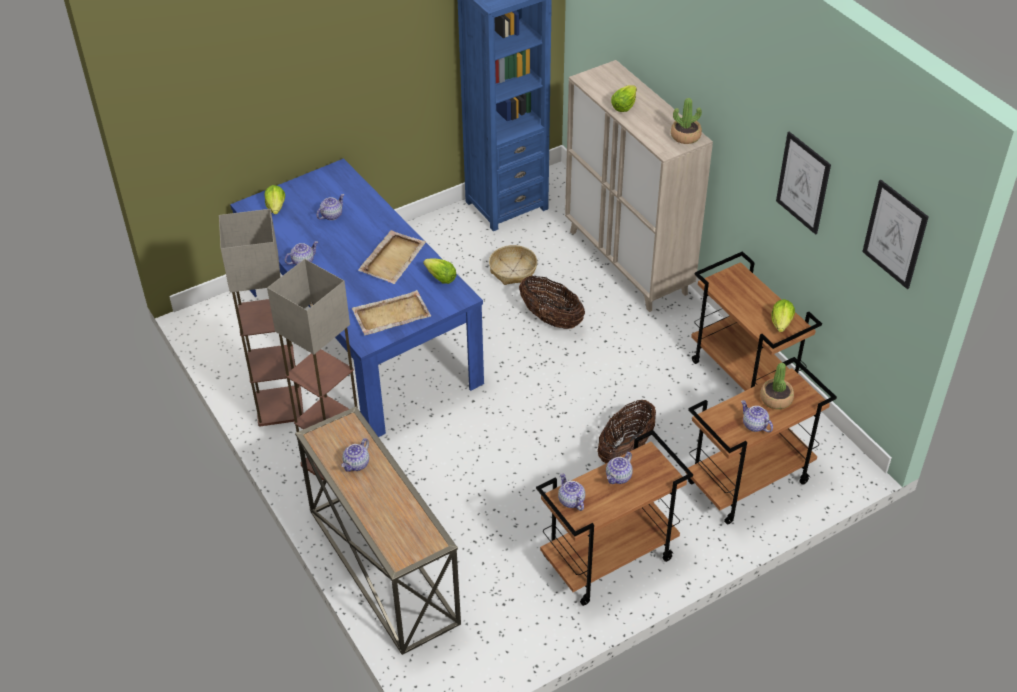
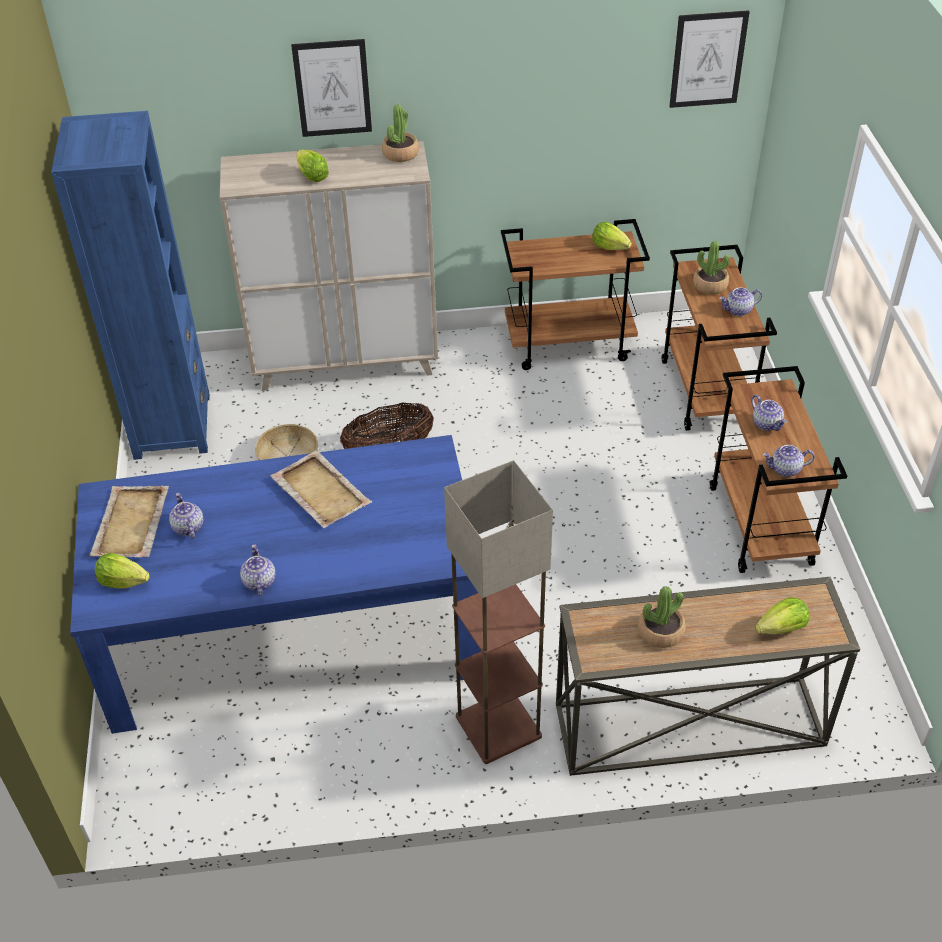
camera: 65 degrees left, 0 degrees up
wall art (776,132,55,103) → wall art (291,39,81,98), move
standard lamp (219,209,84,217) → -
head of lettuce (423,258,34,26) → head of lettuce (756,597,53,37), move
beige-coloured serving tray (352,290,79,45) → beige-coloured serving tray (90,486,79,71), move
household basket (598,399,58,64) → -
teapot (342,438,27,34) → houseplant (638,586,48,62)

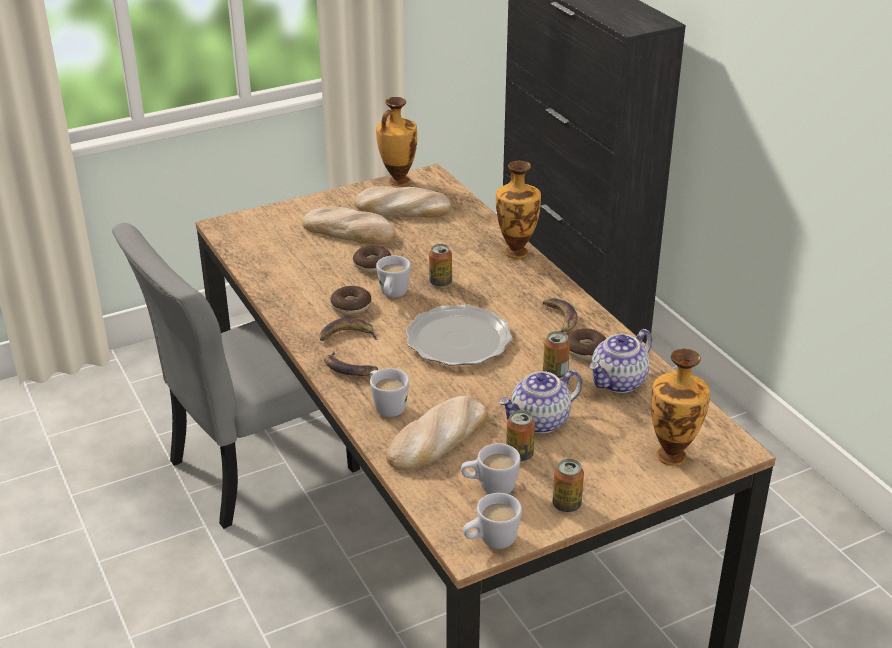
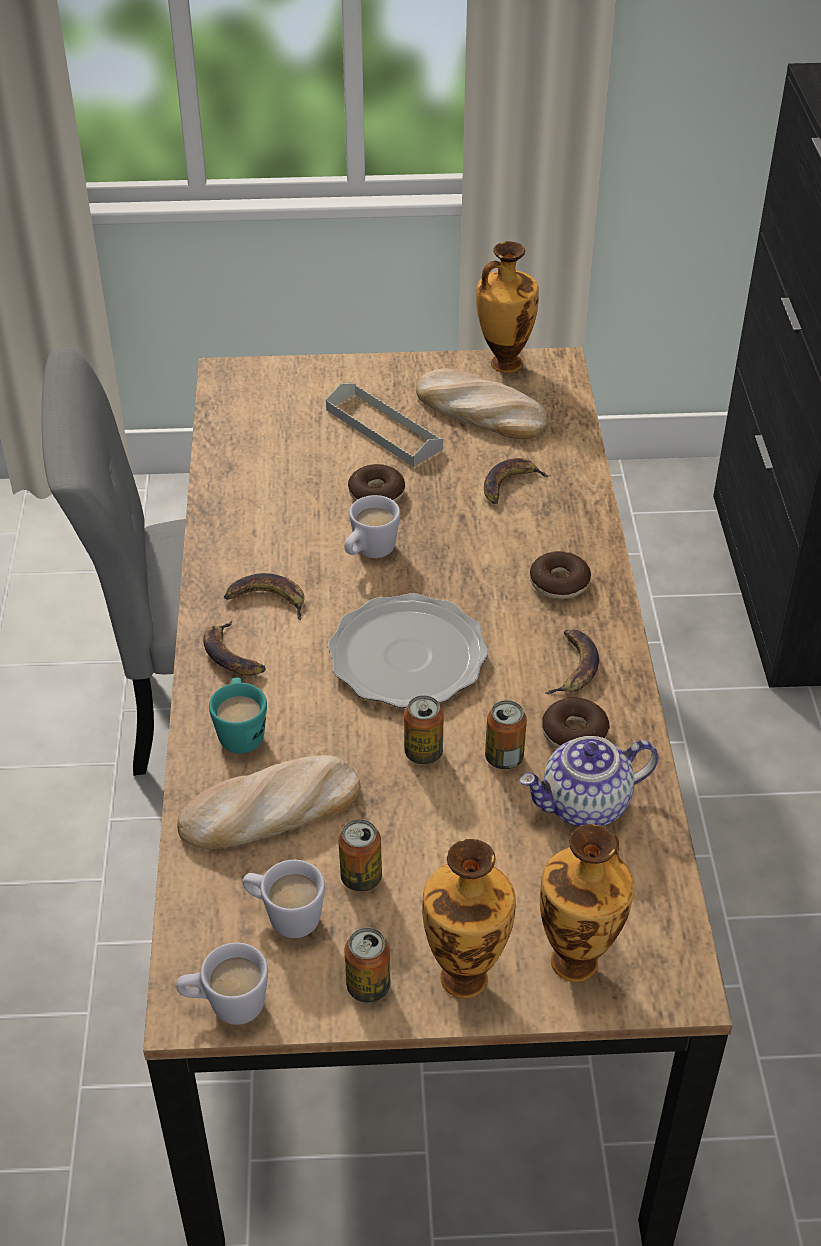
camera: 25 degrees right, 10 degrees up
decorative vase (496,161,45,98) → decorative vase (422,839,94,160), move
bread (302,206,94,39) → gray serving tray (326,383,117,84)
sealed can (429,244,23,43) → sealed can (404,695,40,69), move
ring doughnut (330,286,41,29) → ring doughnut (530,551,61,48), move
whitish tea mug (370,368,39,49) → blue-green tea mug (209,677,58,77)
teapot (499,370,84,64) → -
- → whole banana (484,458,67,46)

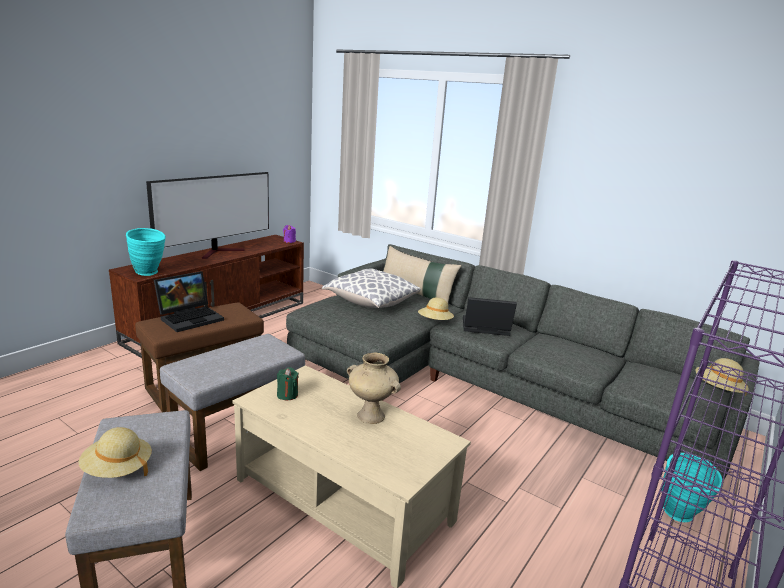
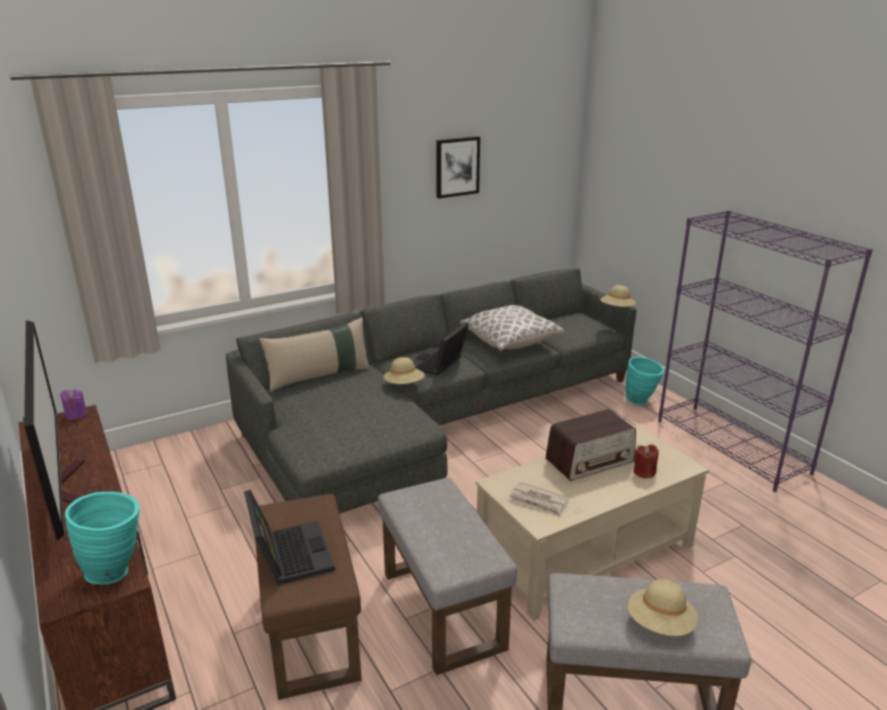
camera: 65 degrees left, 5 degrees up
cushion (322,268,99,40) → cushion (460,305,104,46), move
beige-coloured decorative vase (347,352,54,72) → radio (546,409,90,72)
green-coloured candle (277,367,22,33) → daily paper (509,482,60,35)
- → wall art (436,136,44,63)
- → red candle (634,444,25,35)

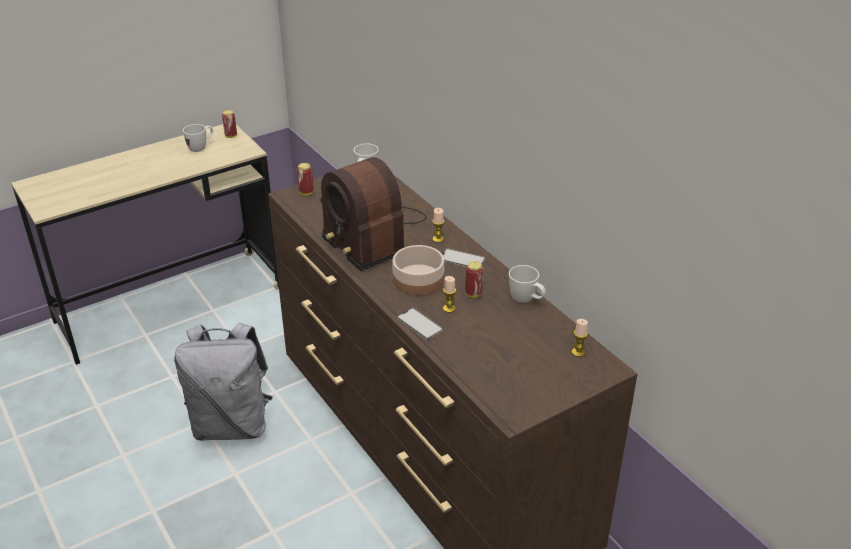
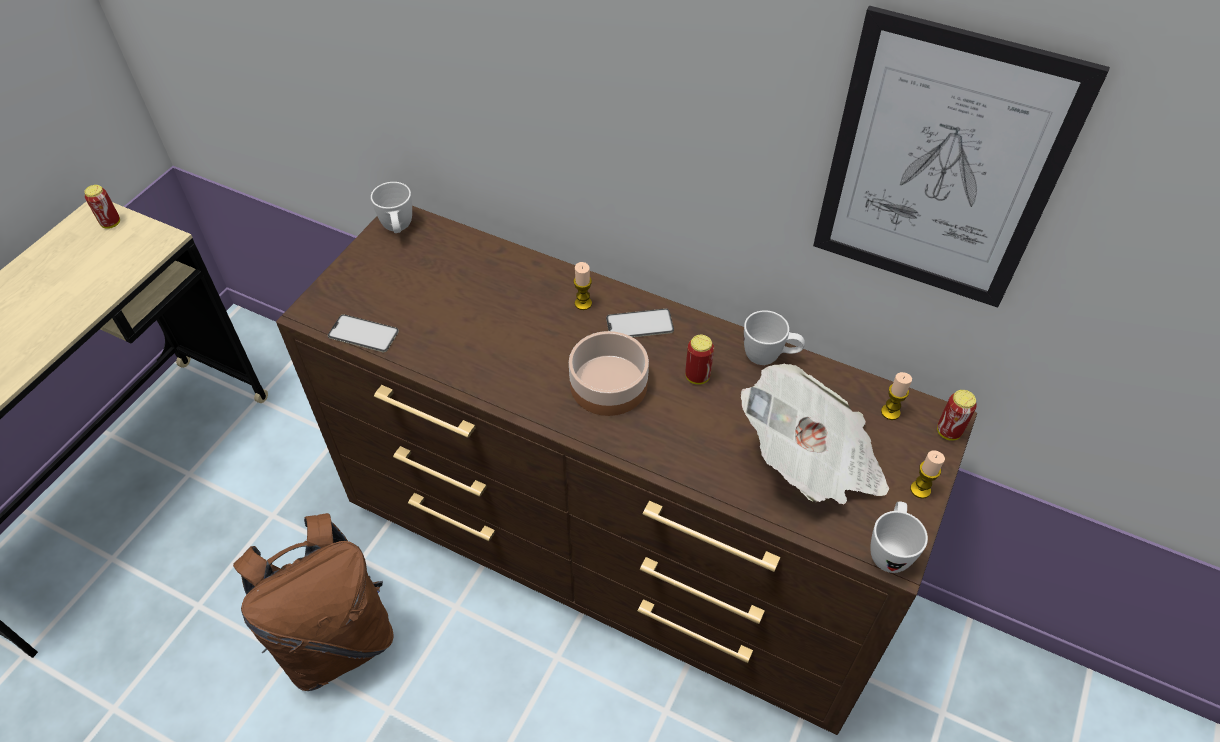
camera: 30 degrees left, 15 degrees up
whitish tea mug (183,124,30,28) → whitish tea mug (870,501,58,72), move
radio (320,157,106,114) → -
sealed can (297,163,17,32) → sealed can (937,390,40,51), move
candle (443,276,13,37) → candle (910,450,35,49), move
telephone (397,308,46,32) → telephone (328,314,71,38), move
gray knapsack (174,322,99,119) → brown-coloured knapsack (233,513,161,178)
- → wall art (813,6,297,302)
- → daily paper (741,364,148,141)

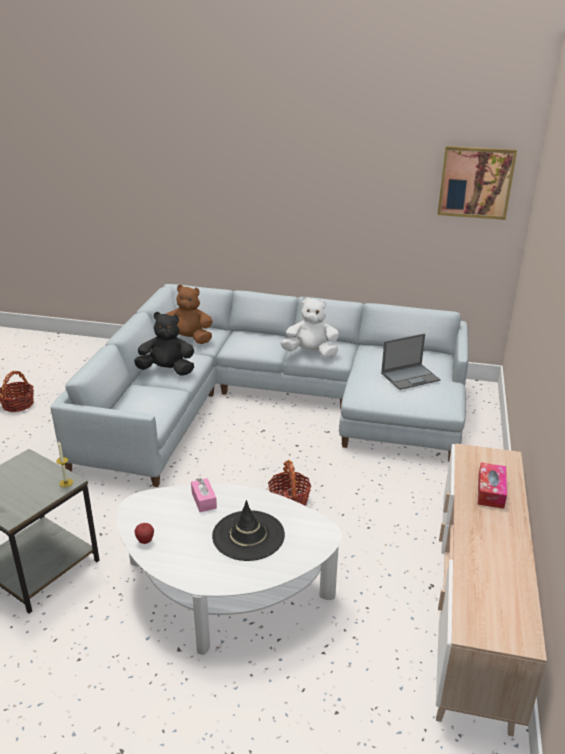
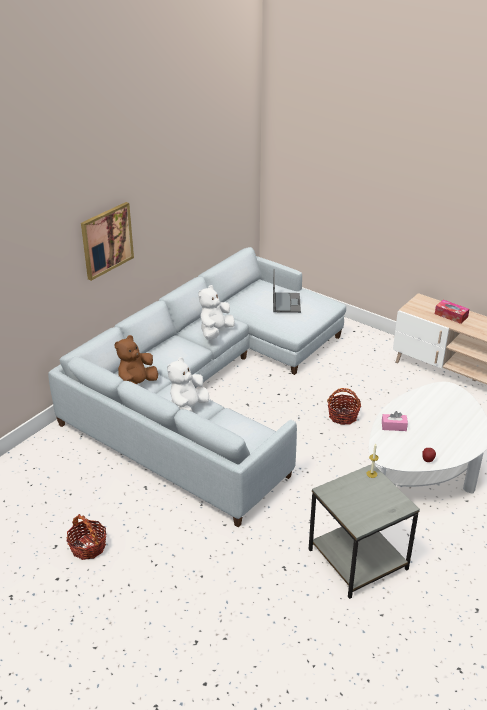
camera: 65 degrees left, 5 degrees up
wall art (437,146,80,74) → wall art (81,202,53,79), move
blackish cuddly toy (134,312,60,64) → whitish cuddly toy (167,357,42,55)
blackish wearable hat (212,500,73,61) → -

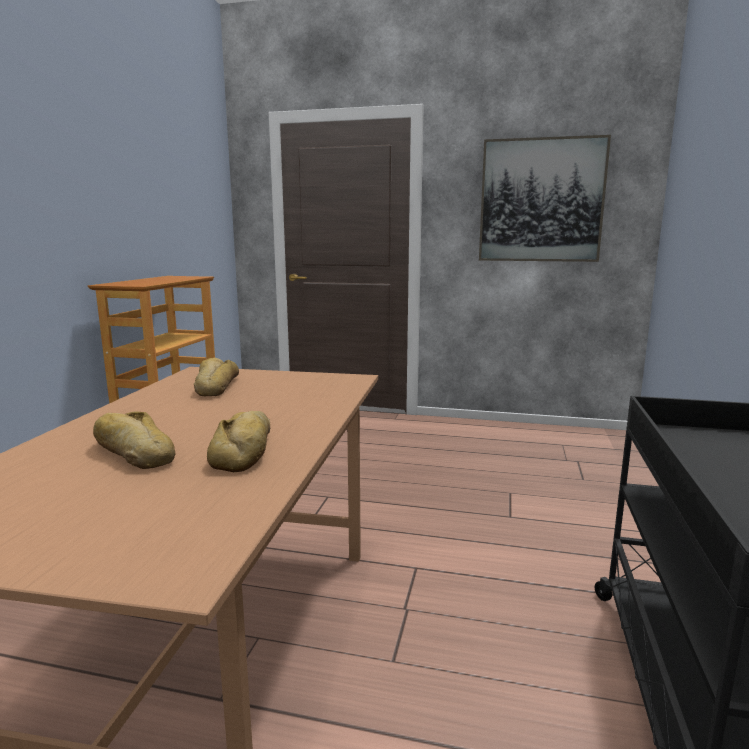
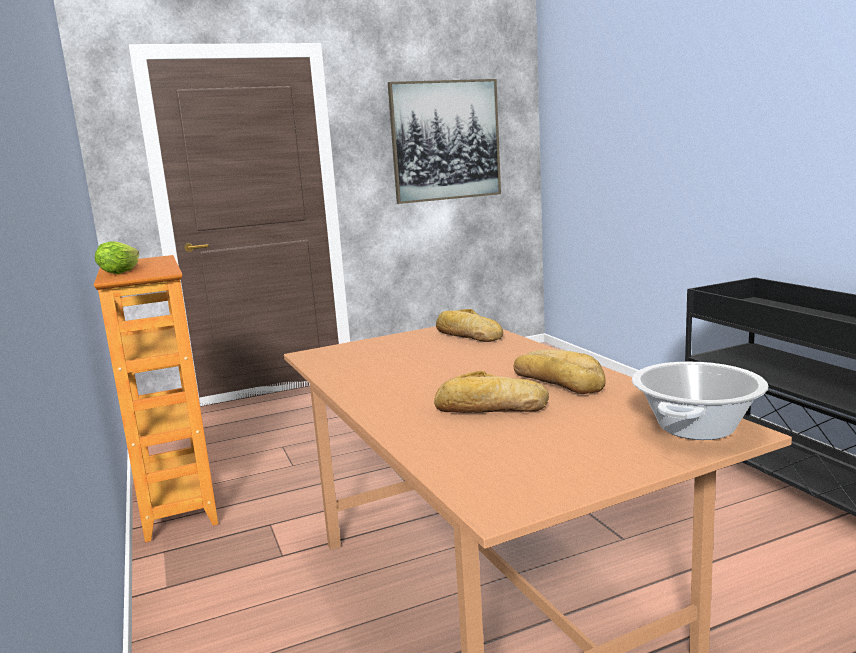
camera: 35 degrees left, 0 degrees up
bread (194,358,45,38) → bread (436,309,67,33), move
- → head of lettuce (95,241,44,33)
- → saucepot (632,362,137,78)

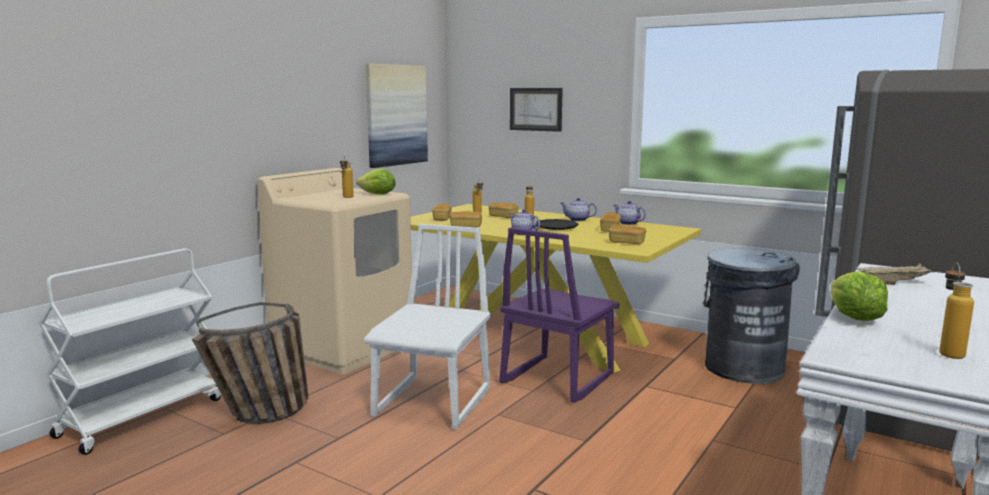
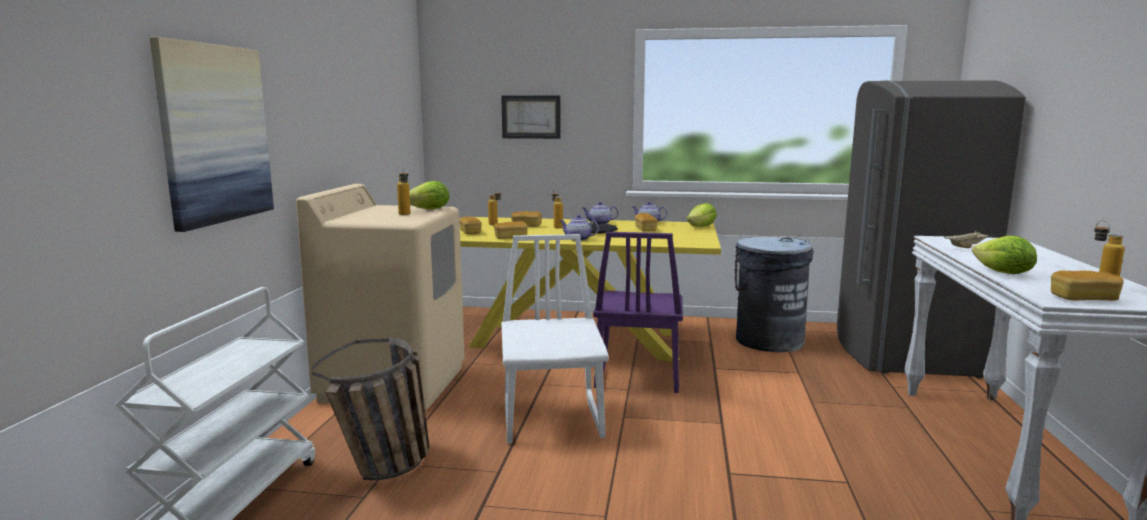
camera: 25 degrees left, 0 degrees up
wall art (366,63,62,105) → wall art (150,37,124,195), move
bread (609,224,37,20) → bread (1051,270,73,31), move
- → head of lettuce (686,203,31,24)

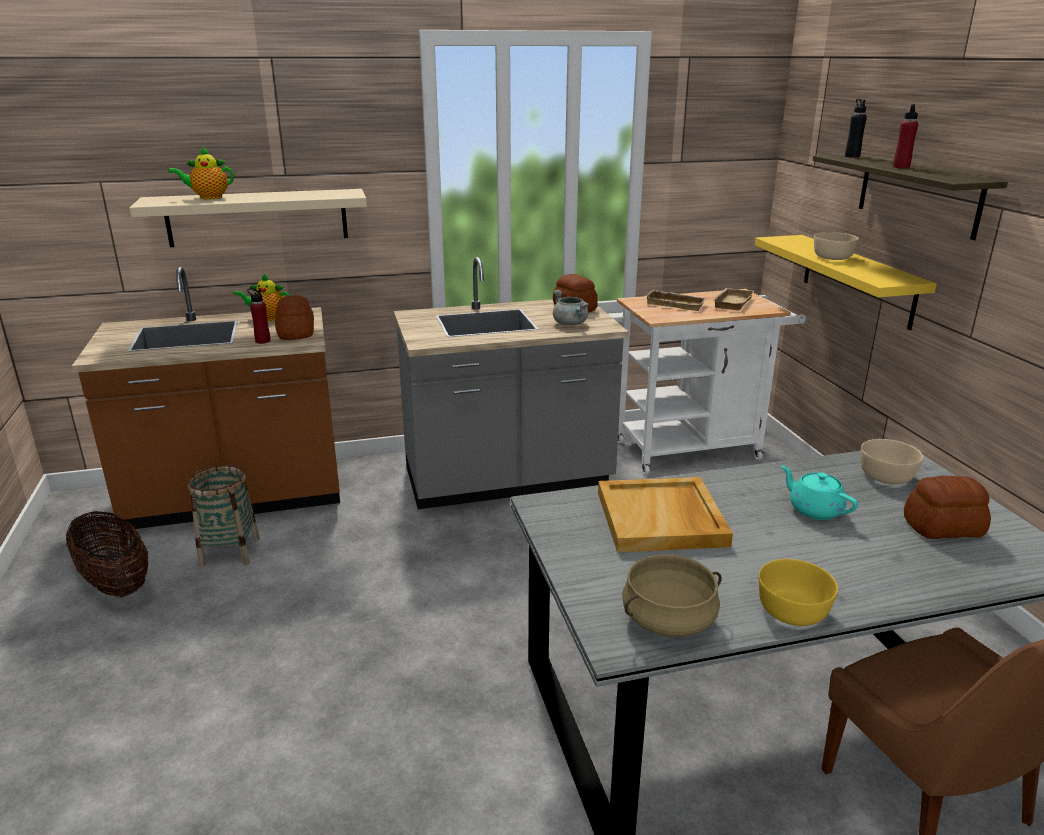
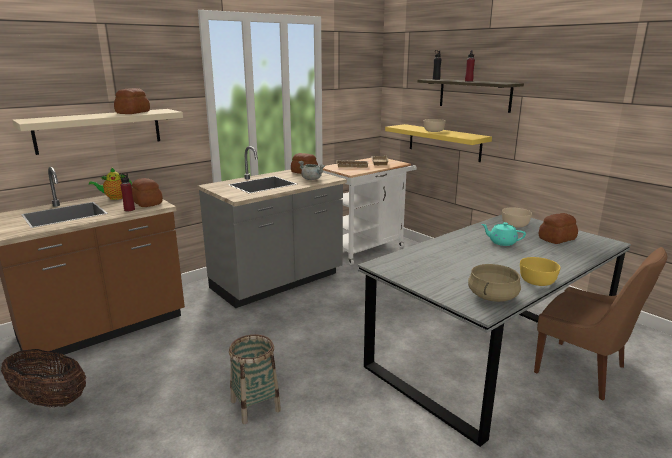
camera: 25 degrees left, 5 degrees down
teapot (168,147,66,52) → -
household basket (188,464,72,103) → household basket (229,334,52,90), move
beige-coloured serving tray (598,477,135,75) → -
- → bread (114,88,36,26)

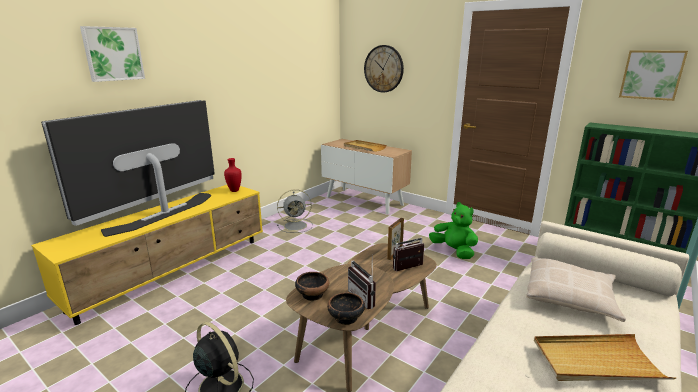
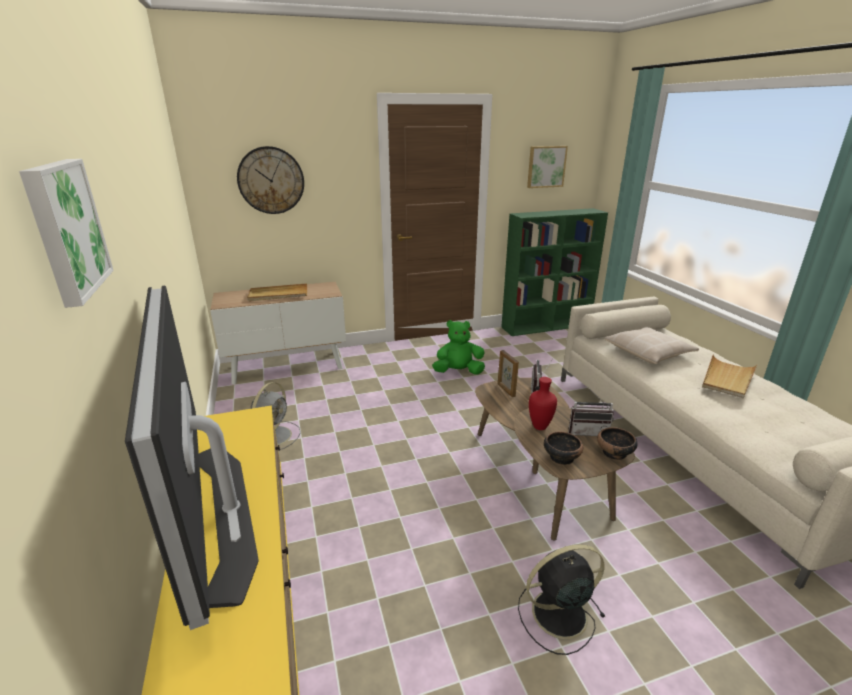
camera: 55 degrees left, 5 degrees up
red decorative vase (224,158,18,34) → red decorative vase (529,377,28,53), move

